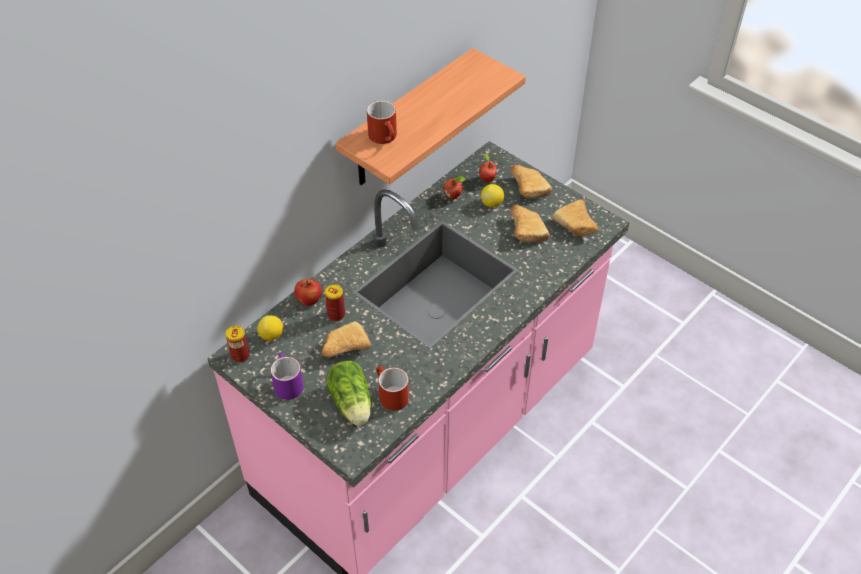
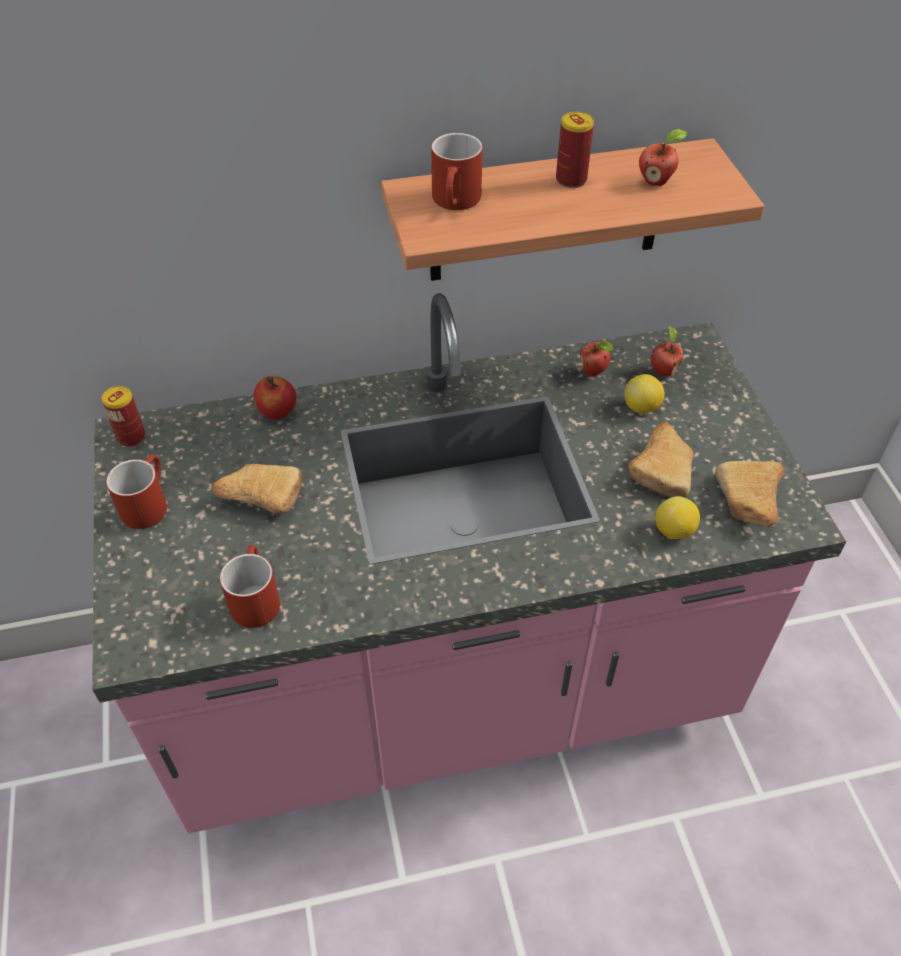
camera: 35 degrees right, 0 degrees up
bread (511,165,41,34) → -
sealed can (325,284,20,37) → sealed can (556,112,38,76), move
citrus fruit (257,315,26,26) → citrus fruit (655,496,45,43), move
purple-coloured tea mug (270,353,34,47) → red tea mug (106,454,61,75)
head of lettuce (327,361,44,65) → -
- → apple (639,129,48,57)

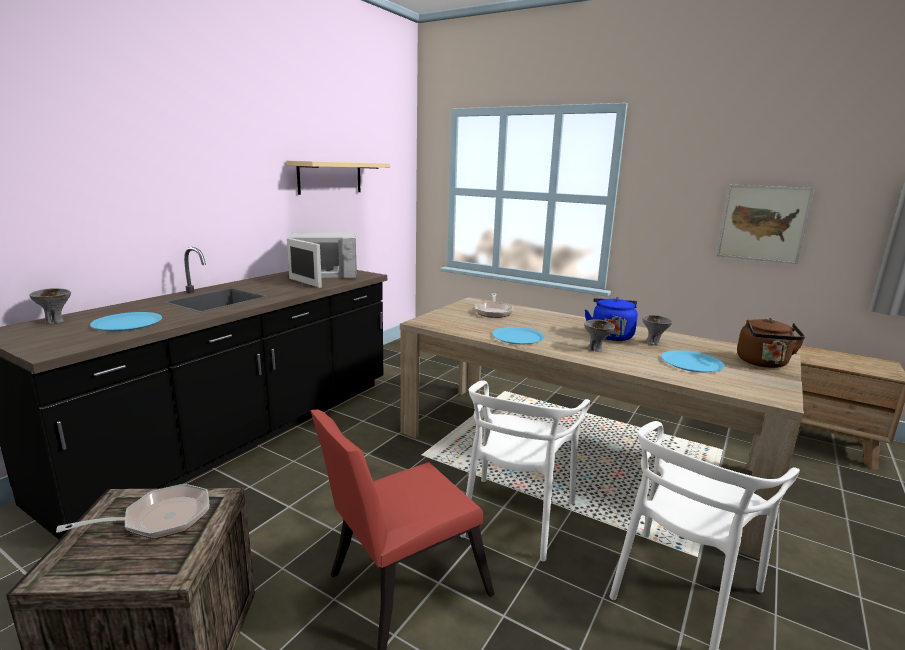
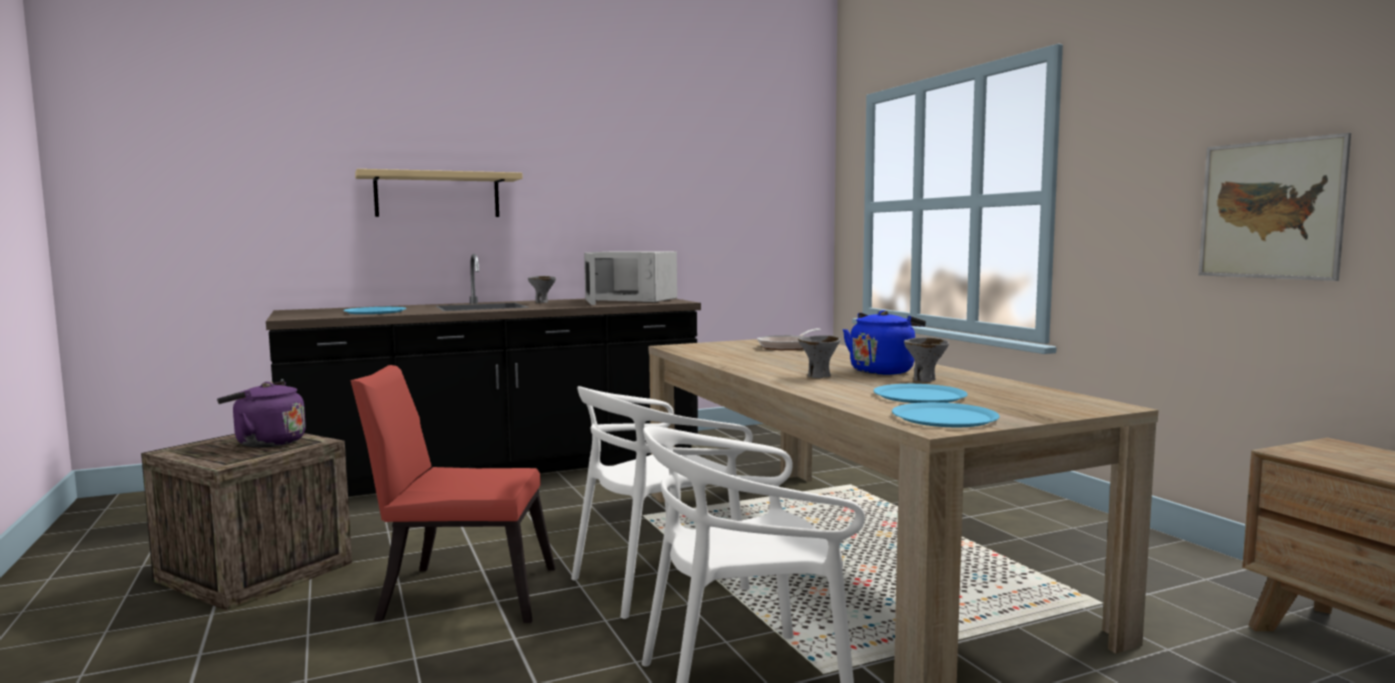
camera: 35 degrees right, 10 degrees down
beige-coloured wall shelf (287,160,103,35) → beige-coloured wall shelf (355,169,168,48), move
gray serving bowl (29,288,42,36) → gray serving bowl (528,276,28,27), move
brown-coloured kettle (737,318,68,50) → -
blue-coloured dinner plate (492,327,52,17) → blue-coloured dinner plate (892,402,108,25), move
skillet (56,484,153,55) → purple-coloured kettle (217,381,89,67)

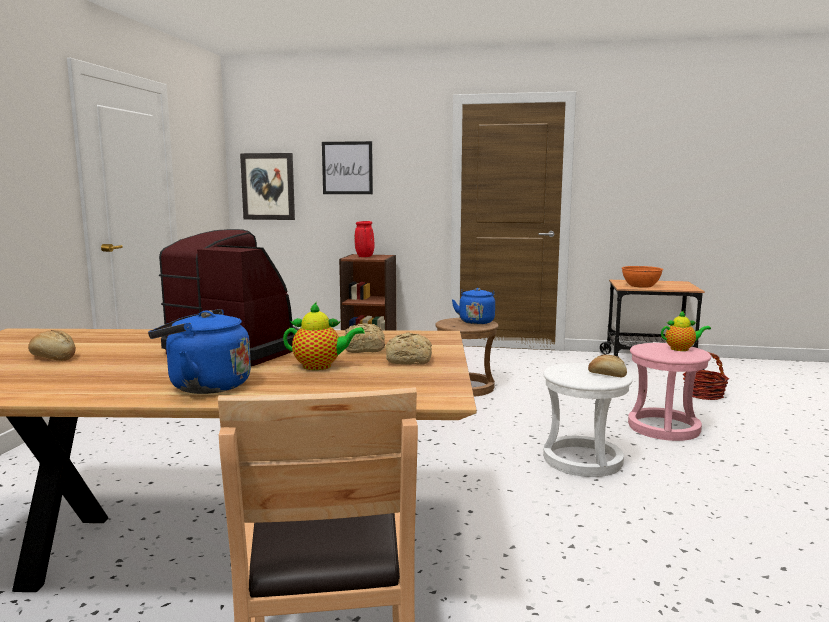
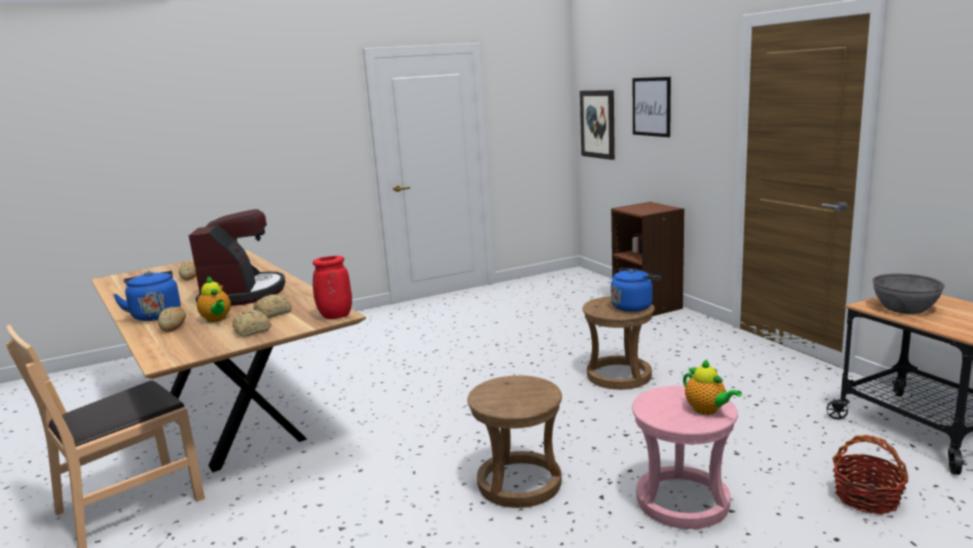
camera: 55 degrees right, 5 degrees up
red decorative vase (354,221,21,36) → red decorative vase (313,256,39,63), move
orange-coloured serving bowl (622,266,41,22) → gray serving bowl (872,274,73,40)
bread (588,354,39,24) → bread (158,306,28,26), move
whitish stool seat (543,363,90,114) → brown-coloured stool seat (467,375,95,133)

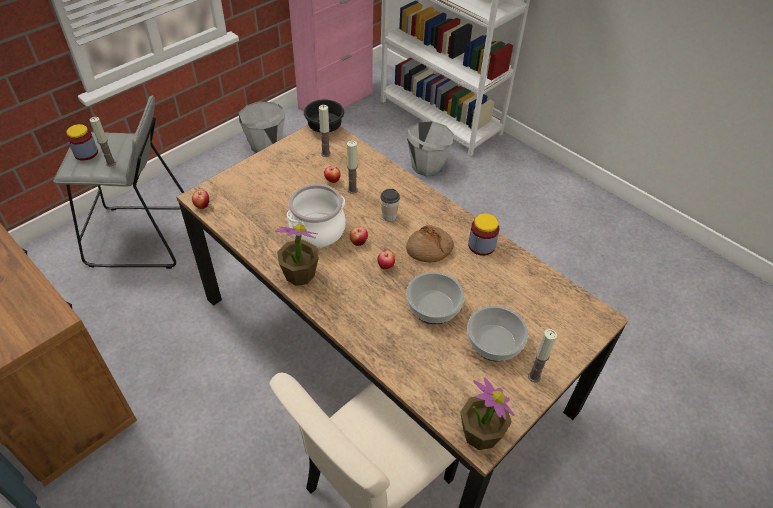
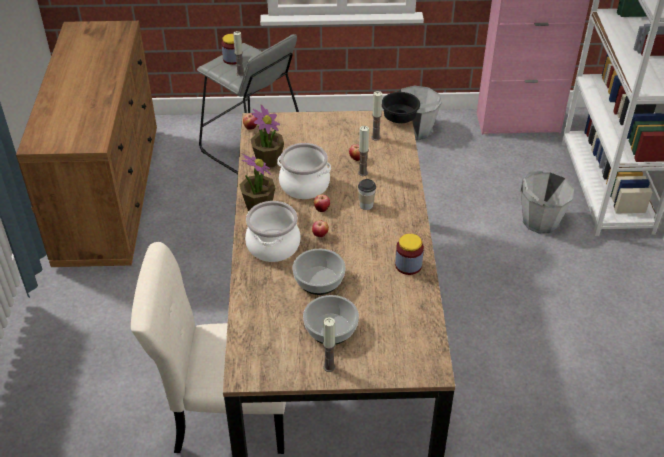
camera: 45 degrees right, 5 degrees down
bread (406,225,48,37) → -
houseplant (460,377,55,73) → houseplant (250,105,34,62), move
- → saucepot (245,201,55,61)

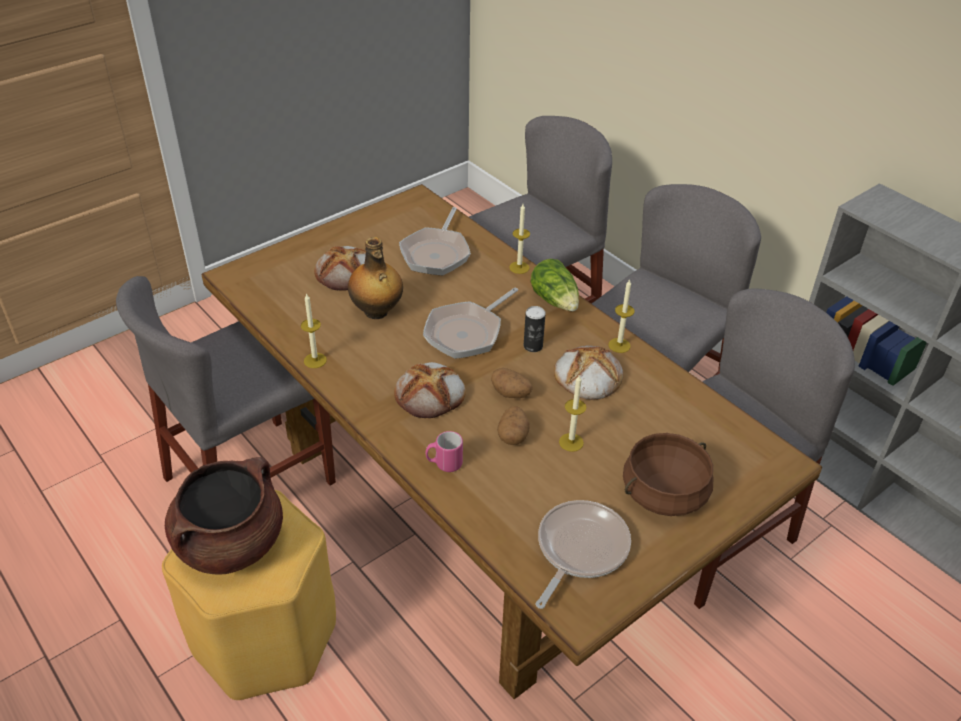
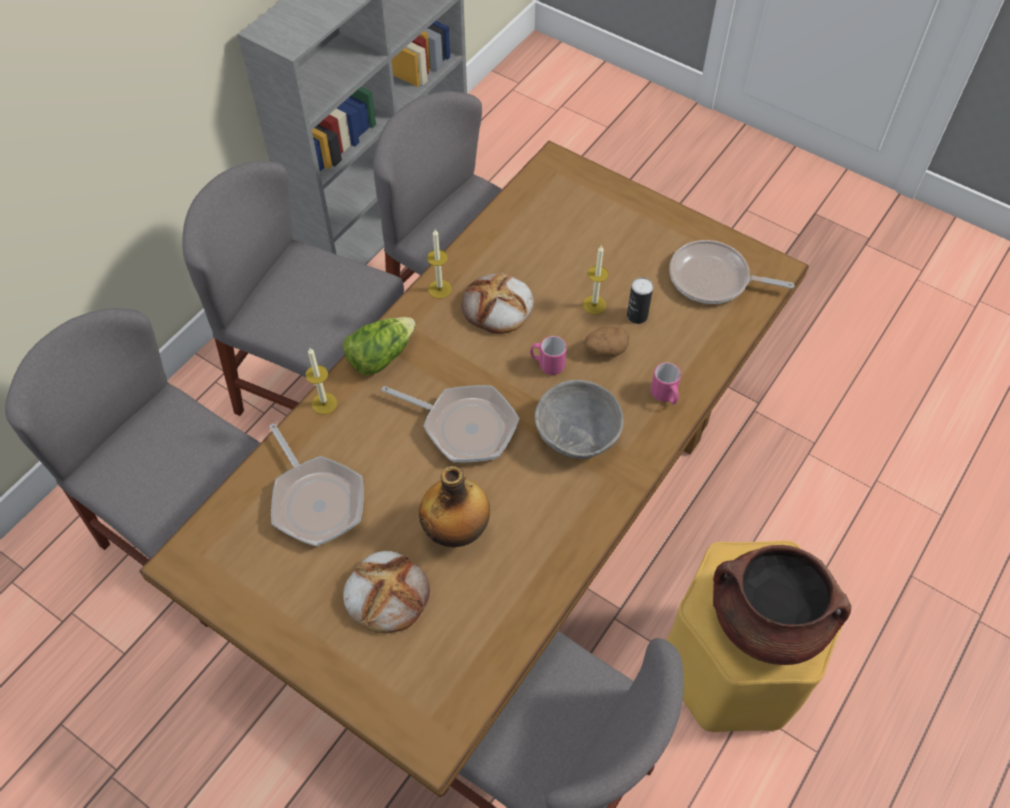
camera: 105 degrees left, 15 degrees up
skillet (399,207,72,68) → skillet (269,424,95,122), 60 degrees clockwise
candle (301,293,26,75) → -
sealed can (524,306,22,46) → sealed can (627,277,26,47), move
bread (394,362,72,56) → gray serving bowl (535,380,89,79)
whole potato (491,368,42,30) → pinkish tea mug (530,336,37,39)
brown-coloured saucepot (623,433,91,83) → -

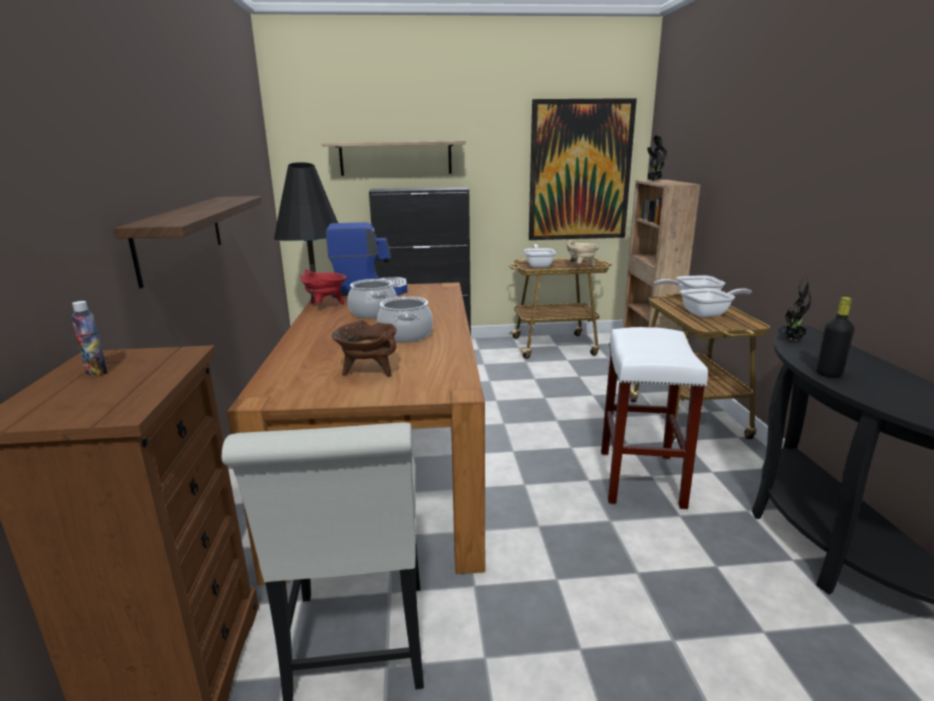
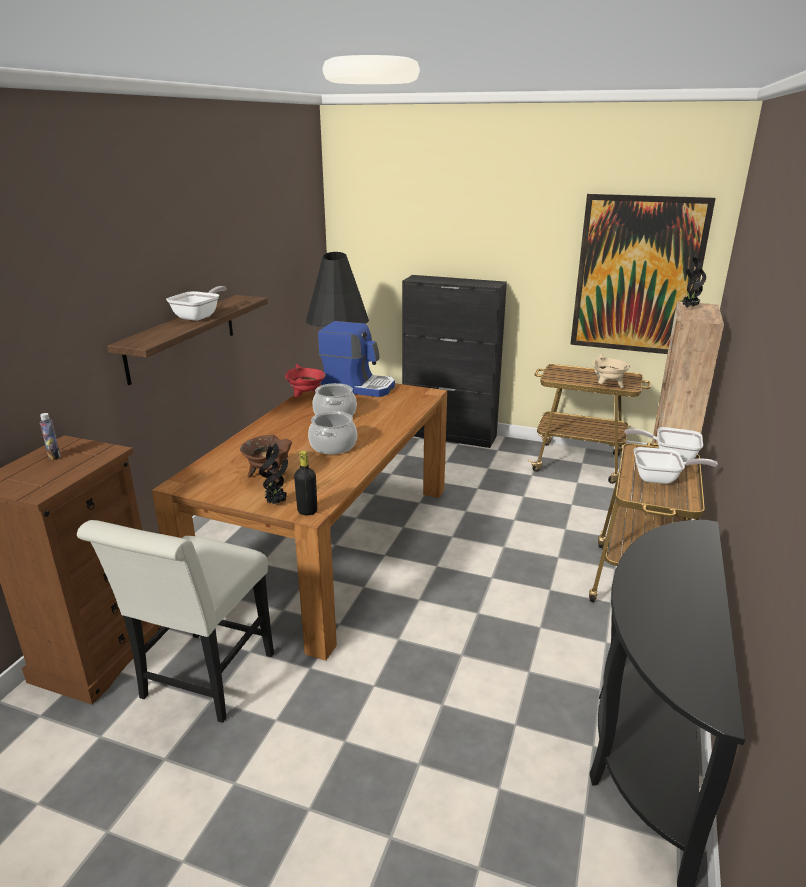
camera: 25 degrees right, 5 degrees up
wall shelf (322,141,144,35) → -
skillet (524,244,32,24) → skillet (166,286,60,35), move
houseplant (778,275,33,66) → houseplant (259,443,29,62), move
blackish bottle (816,297,38,81) → blackish bottle (294,451,23,64), move
whitish stool seat (601,327,107,182) → -

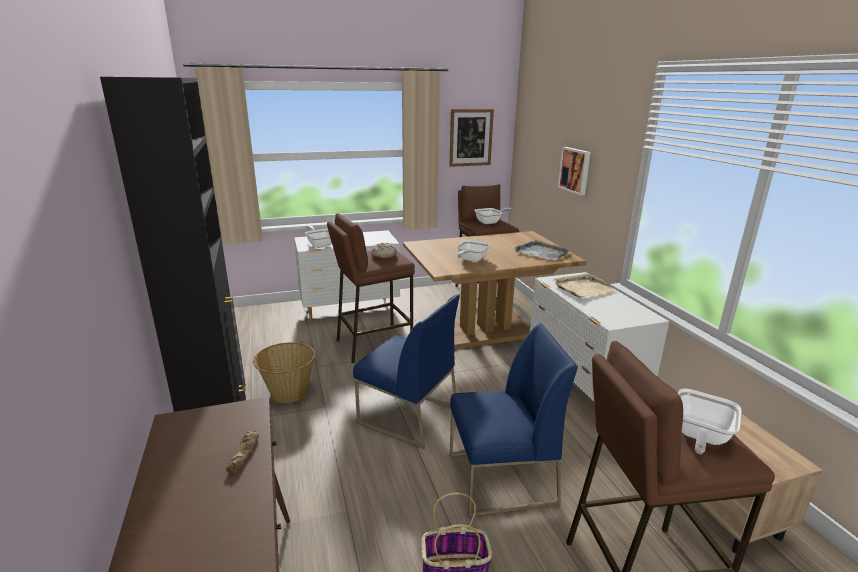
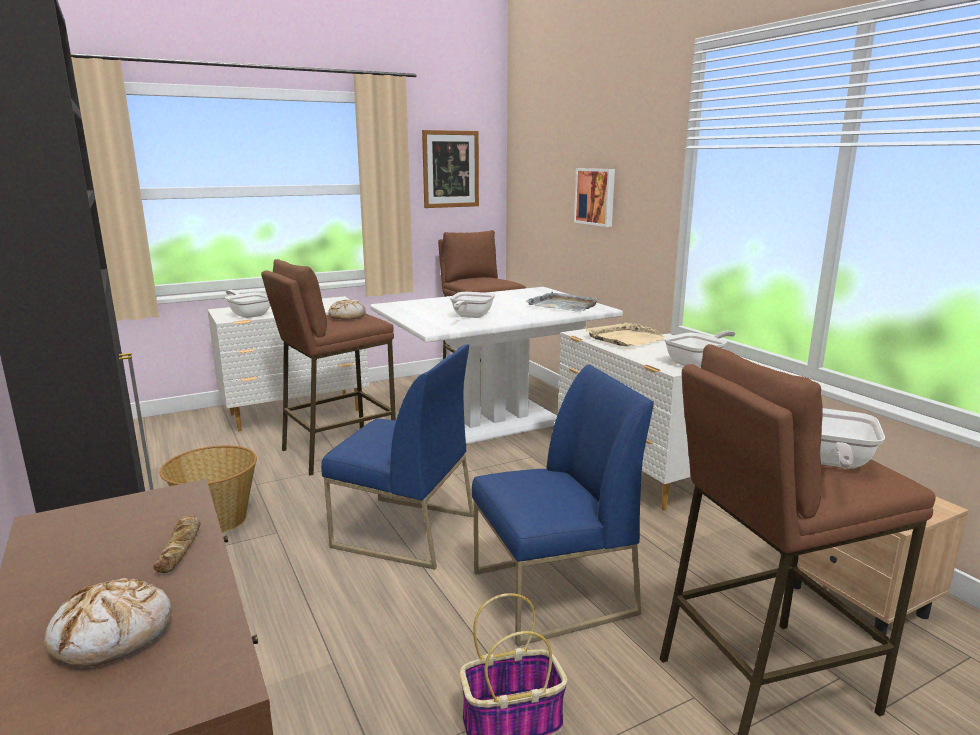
camera: 10 degrees left, 5 degrees down
skillet (475,208,38,16) → skillet (664,330,72,37), move
brown-coloured dining table (403,231,184,119) → whitish dining table (371,287,252,157)
- → bread (44,578,128,89)

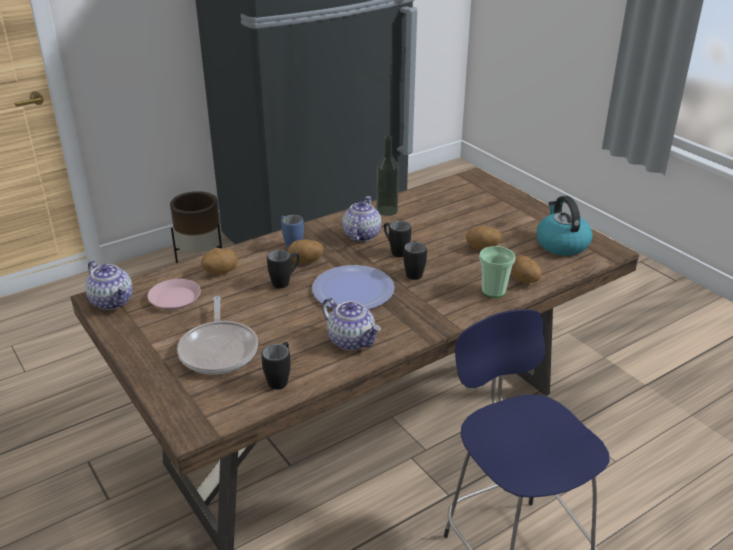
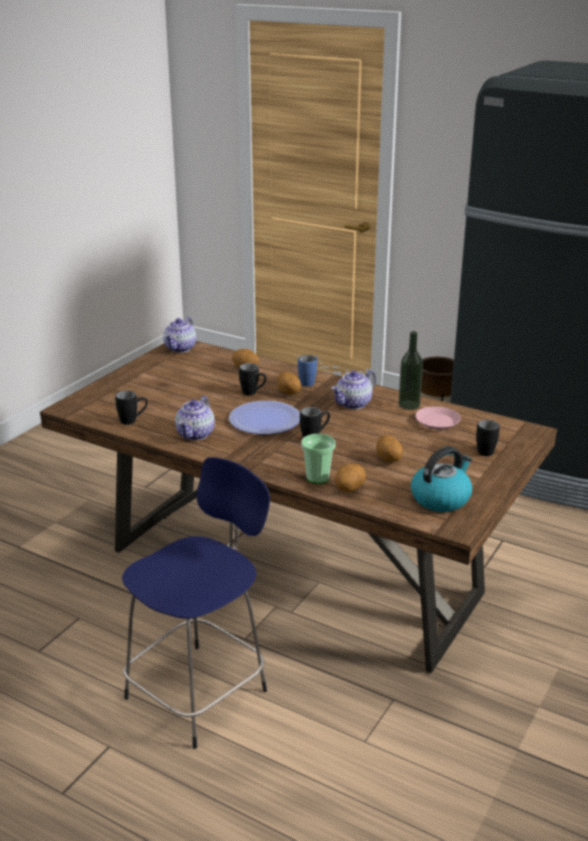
camera: 65 degrees right, 5 degrees down
teapot (342,196,39,46) → teapot (331,370,45,39), 150 degrees clockwise
blackish tea mug (384,221,27,36) → blackish tea mug (476,420,24,36), move
pinkish dinner plate (147,279,54,31) → pinkish dinner plate (415,406,46,24), move
skillet (177,296,81,78) → -

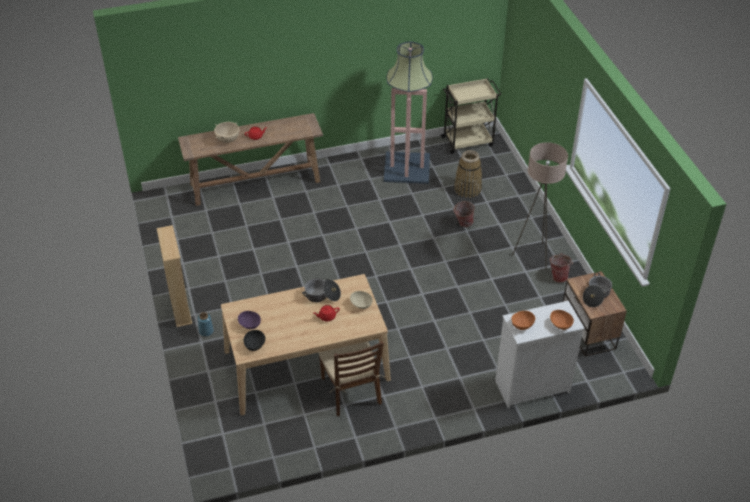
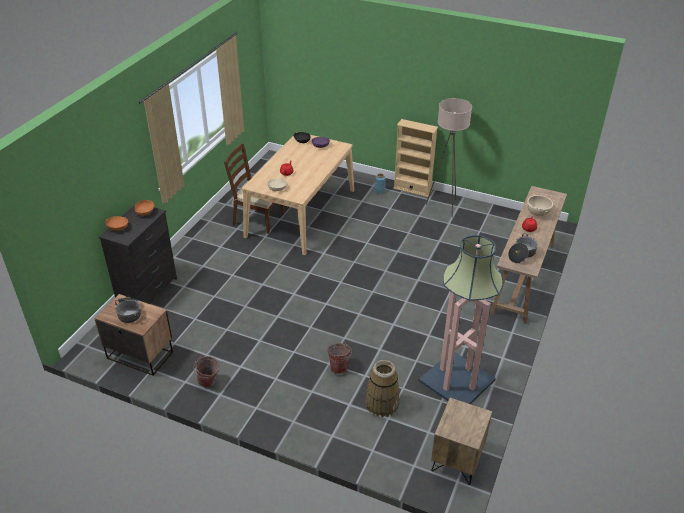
camera: 130 degrees right, 5 degrees down
beige-coloured trolley (440,78,61,76) → brown-coloured bedside table (431,398,61,87)
beige-coloured standard lamp (512,142,56,128) → beige-coloured standard lamp (426,98,46,119), move
saucepot (302,279,39,23) → saucepot (508,234,30,29), move
whitish drawer chest (495,301,90,107) → blackish drawer chest (99,203,78,101)

